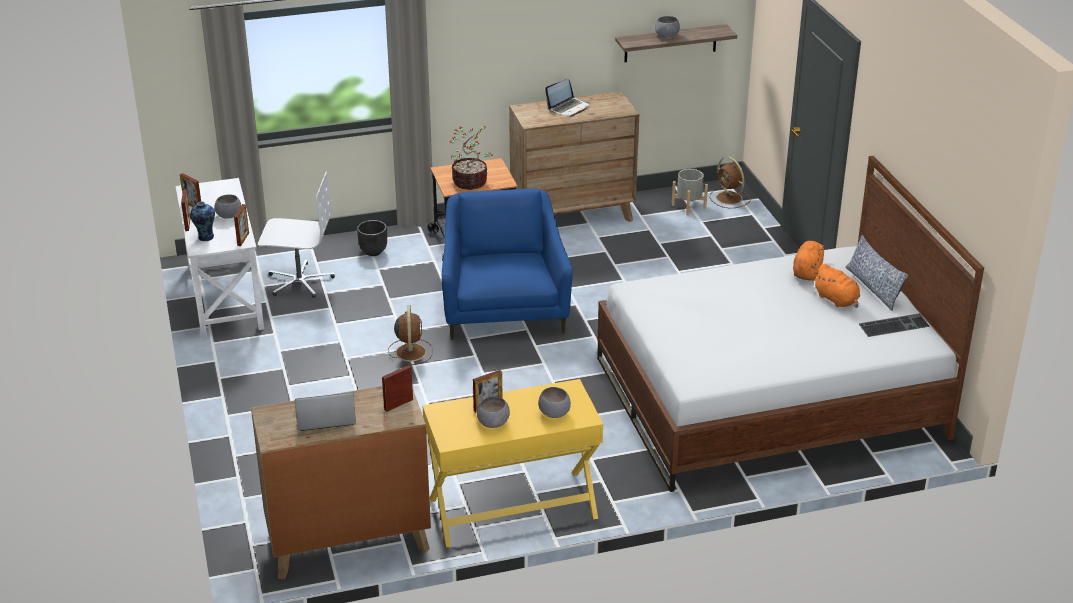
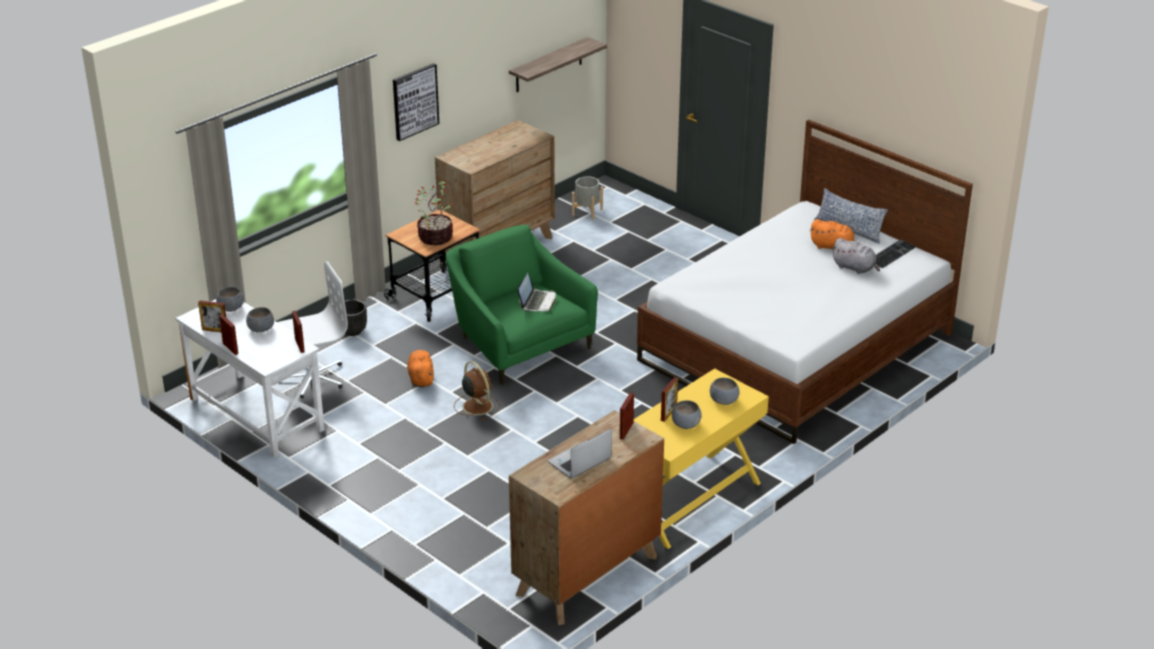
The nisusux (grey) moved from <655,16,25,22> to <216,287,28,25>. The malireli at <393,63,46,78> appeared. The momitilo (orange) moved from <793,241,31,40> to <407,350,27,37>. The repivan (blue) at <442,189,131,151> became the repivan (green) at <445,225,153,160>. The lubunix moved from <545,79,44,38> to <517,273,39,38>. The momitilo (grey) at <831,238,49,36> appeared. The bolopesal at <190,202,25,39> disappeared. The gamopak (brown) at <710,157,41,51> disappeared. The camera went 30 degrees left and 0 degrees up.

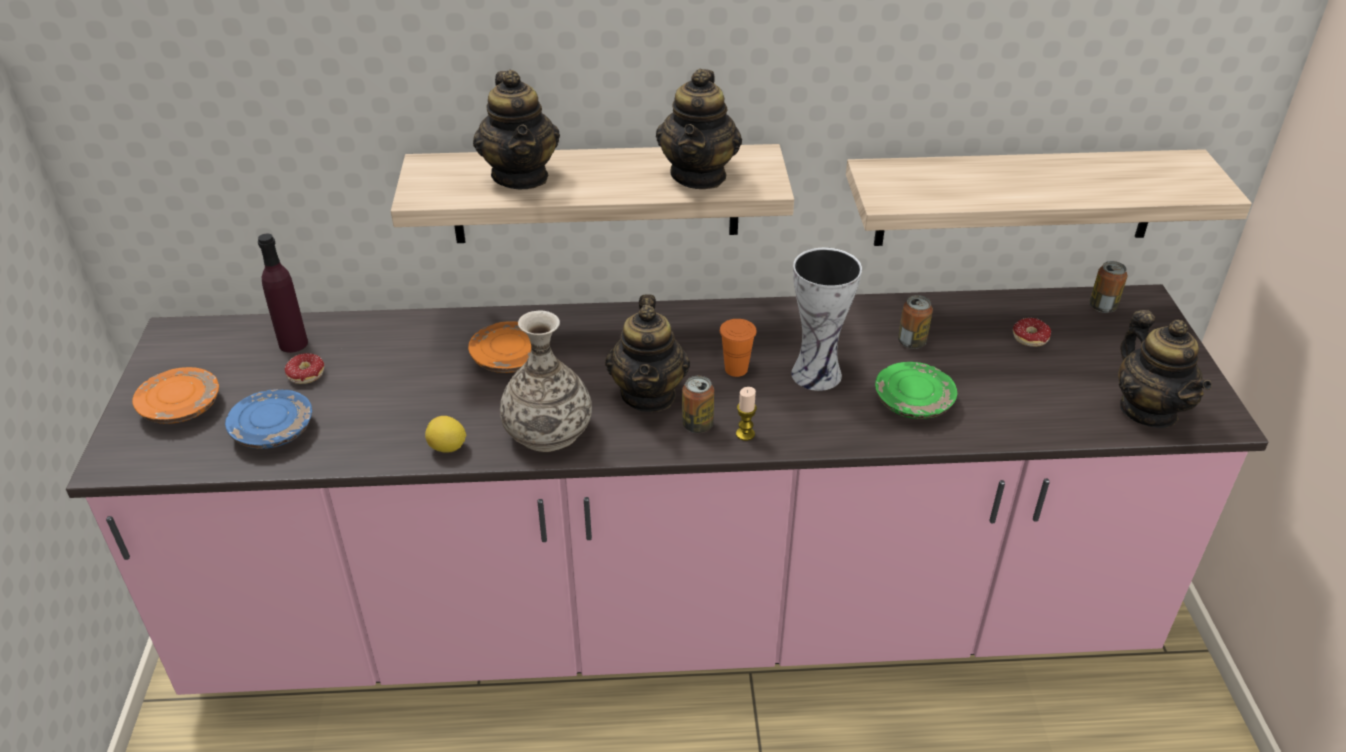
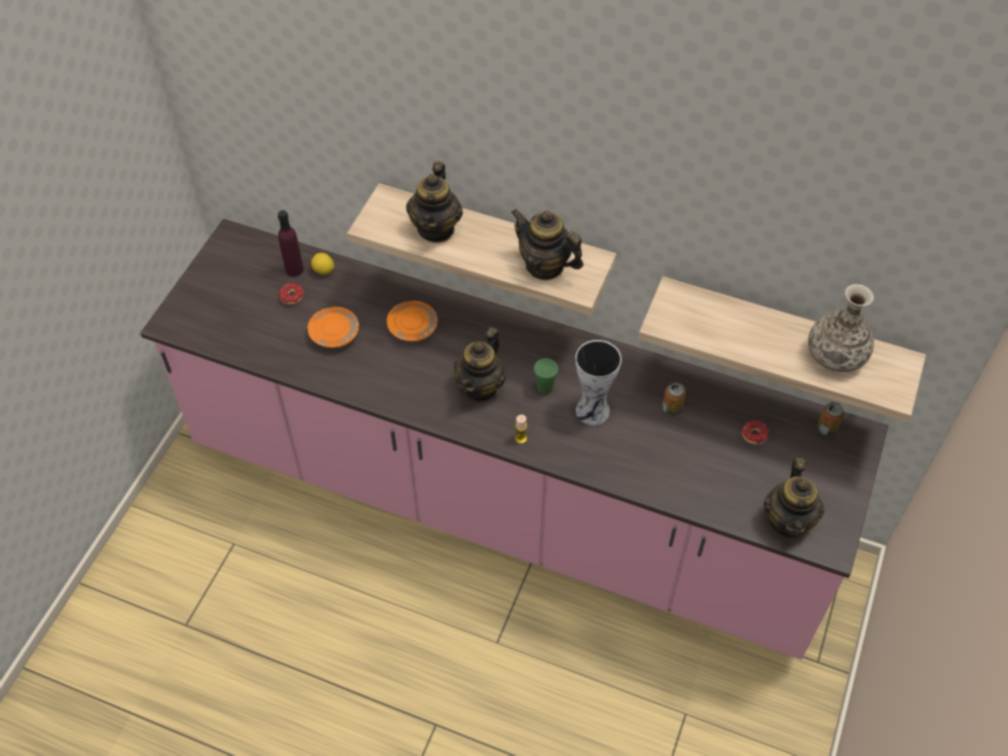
The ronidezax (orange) moved from <132,367,87,57> to <308,307,51,42>. The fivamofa moved from <425,416,41,37> to <311,253,23,22>. The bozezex at <656,69,86,120> turned 90 degrees clockwise. The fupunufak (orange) at <720,319,37,58> became the fupunufak (green) at <534,358,25,36>. The bolopesal moved from <500,311,92,141> to <808,284,66,88>. The ronidezax (blue) at <225,389,87,60> disappeared. The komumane at <682,376,32,57> disappeared. The ronidezax (green) at <875,362,82,57> disappeared. The camera went 25 degrees right and 15 degrees up.

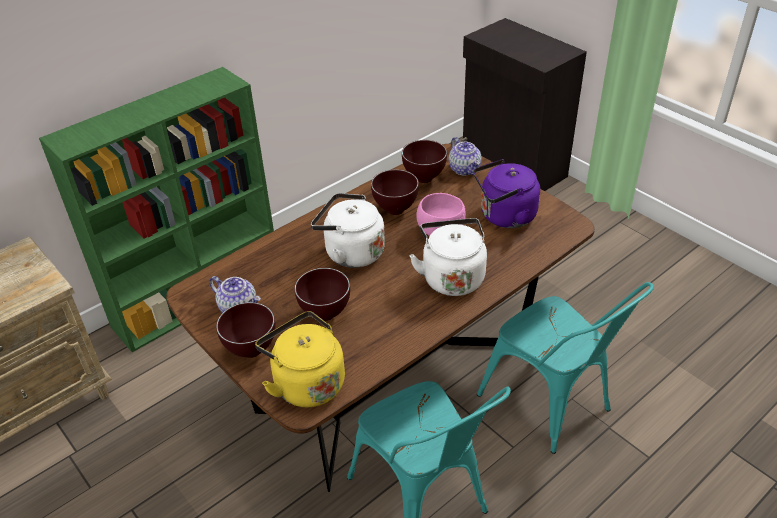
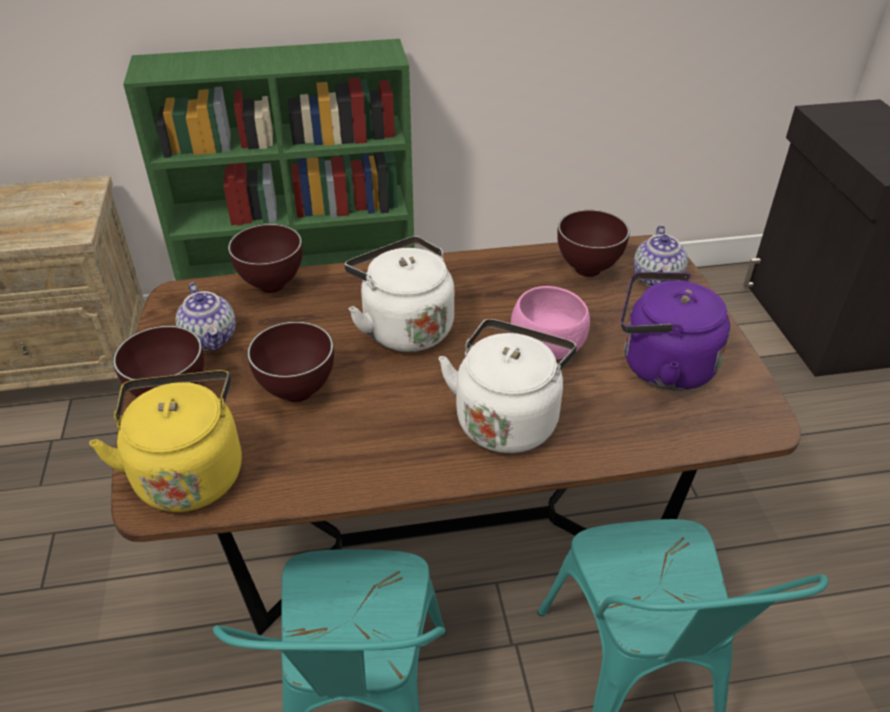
The nisusux (brown) moved from <371,169,48,46> to <228,224,75,69>. The camera went 30 degrees right and 0 degrees up.

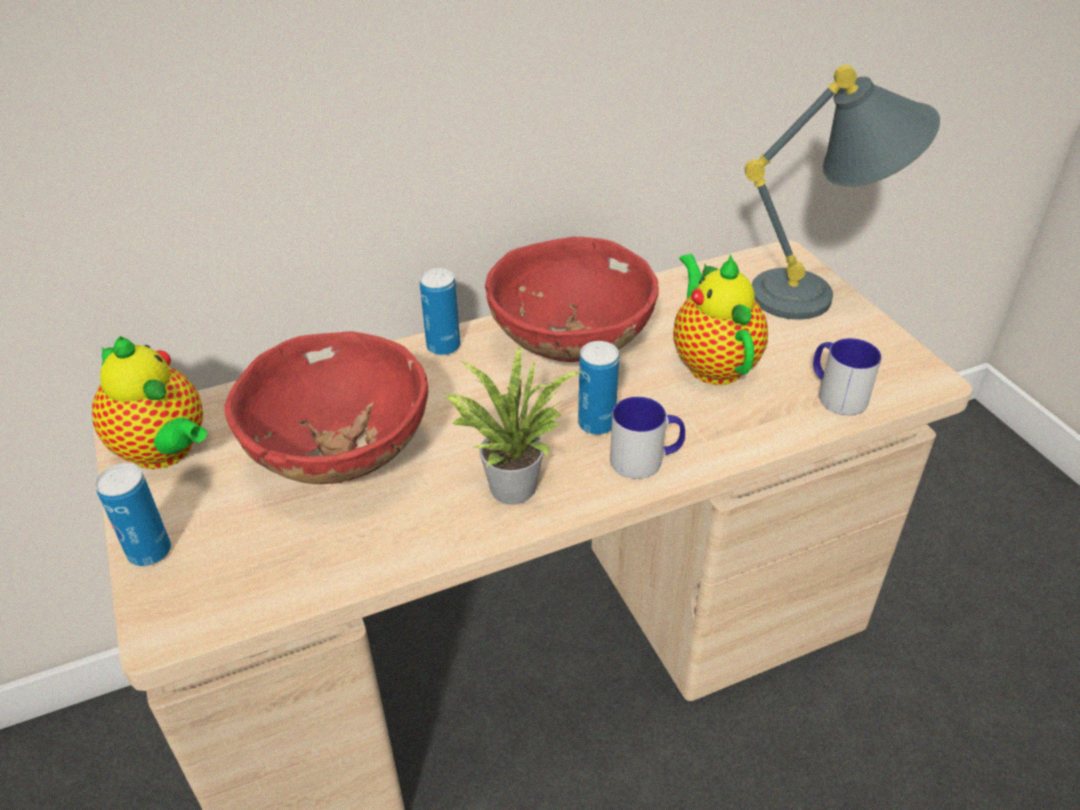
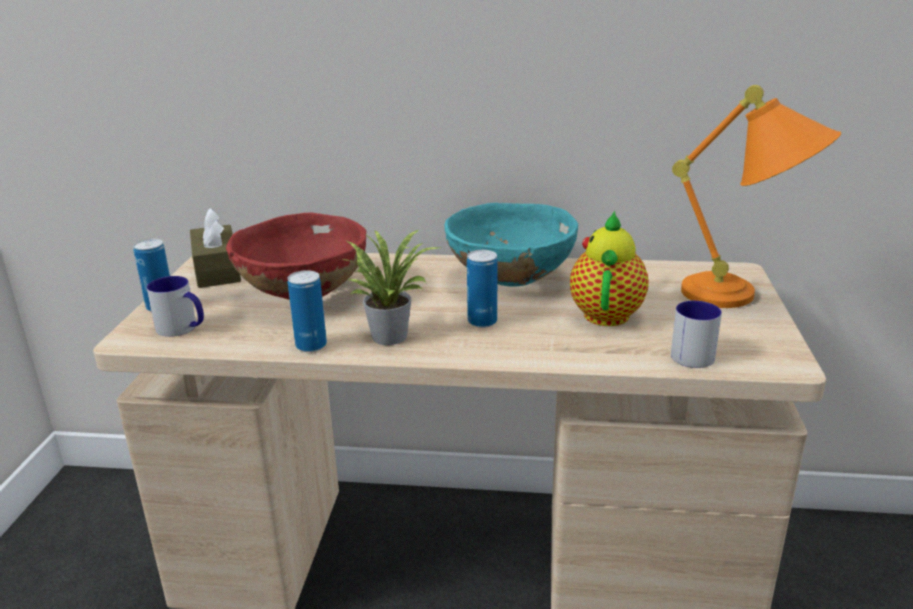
The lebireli moved from <610,397,75,82> to <147,276,57,61>. The bozezex at <92,336,115,133> was replaced by the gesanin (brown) at <190,208,51,80>. The komumane moved from <420,268,40,87> to <288,270,39,82>. The nisusux (red) at <485,237,174,125> became the nisusux (turquoise) at <445,203,133,84>. The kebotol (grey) at <744,65,196,255> became the kebotol (orange) at <672,85,169,223>. The camera went 30 degrees right and 15 degrees down.

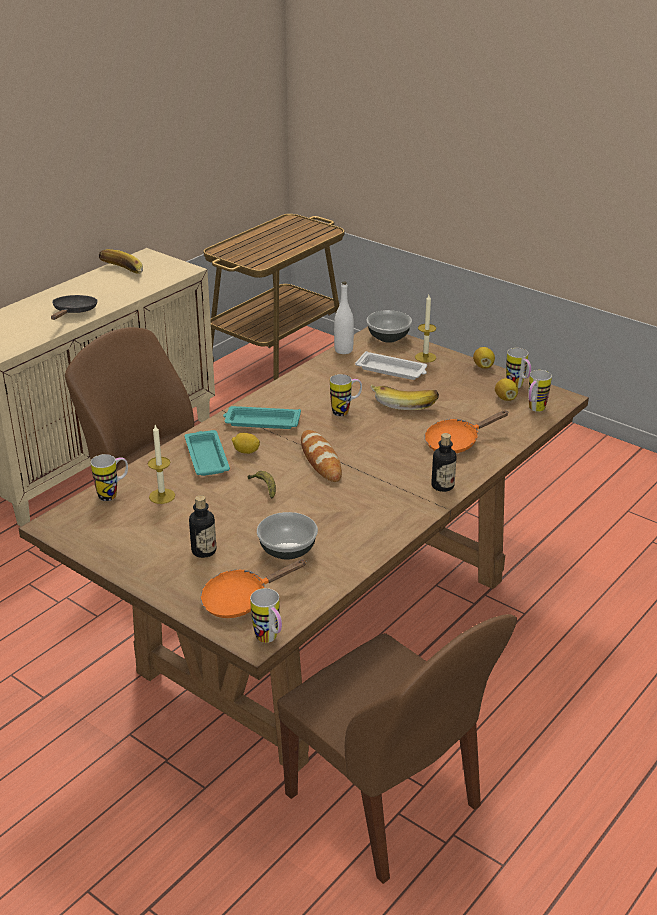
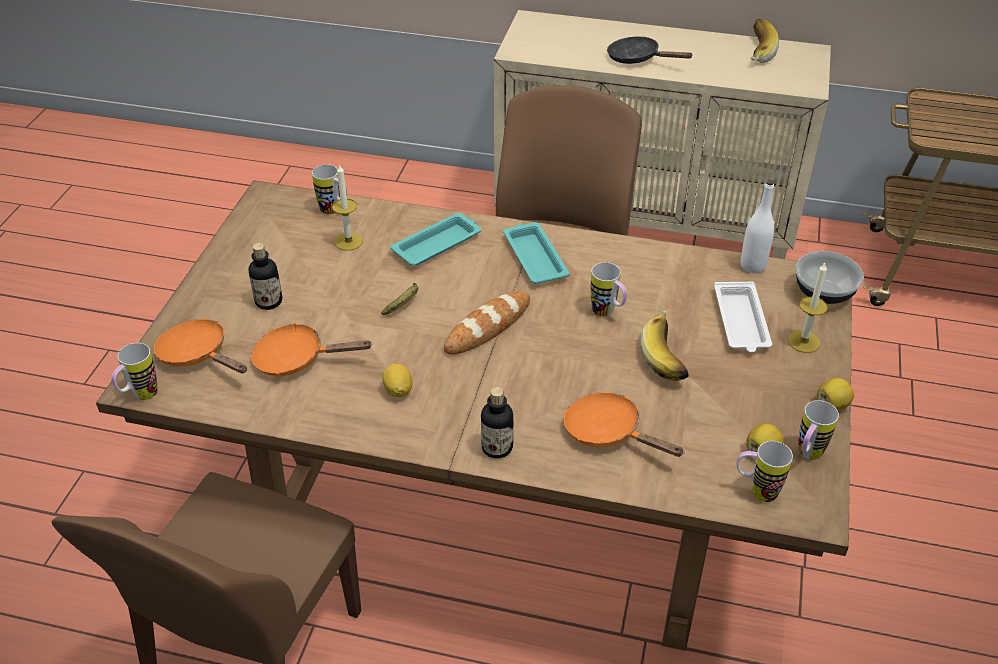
The nisusux at <257,512,61,47> was replaced by the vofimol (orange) at <251,323,122,54>. The fivamofa moved from <231,433,29,21> to <382,363,30,34>. The vofimol (black) at <51,295,47,25> turned 135 degrees counterclockwise. The camera went 65 degrees right and 10 degrees up.

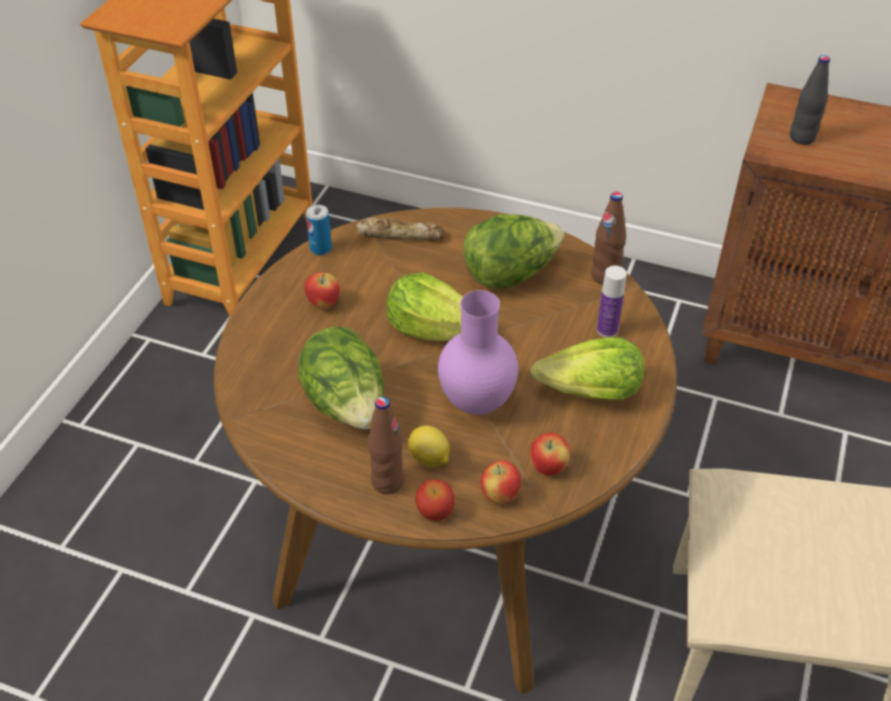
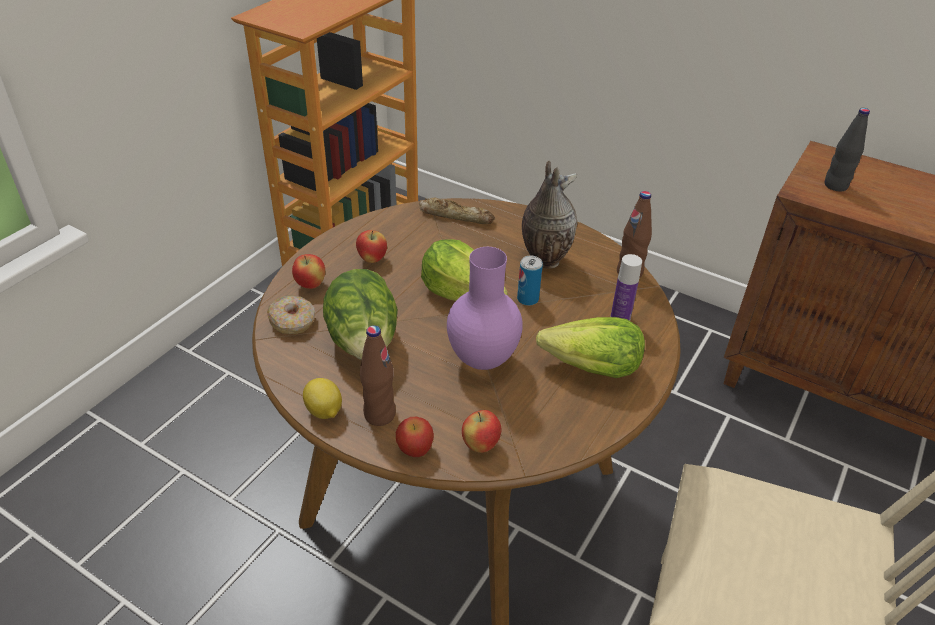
The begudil at <267,296,48,38> appeared. The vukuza moved from <530,433,40,42> to <292,254,33,35>. The fivamofa moved from <408,426,42,41> to <303,378,39,41>. The komumane moved from <306,205,26,50> to <517,256,26,50>. The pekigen at <463,214,101,75> was replaced by the bolopesal at <522,161,56,108>. The camera went 10 degrees right and 5 degrees down.

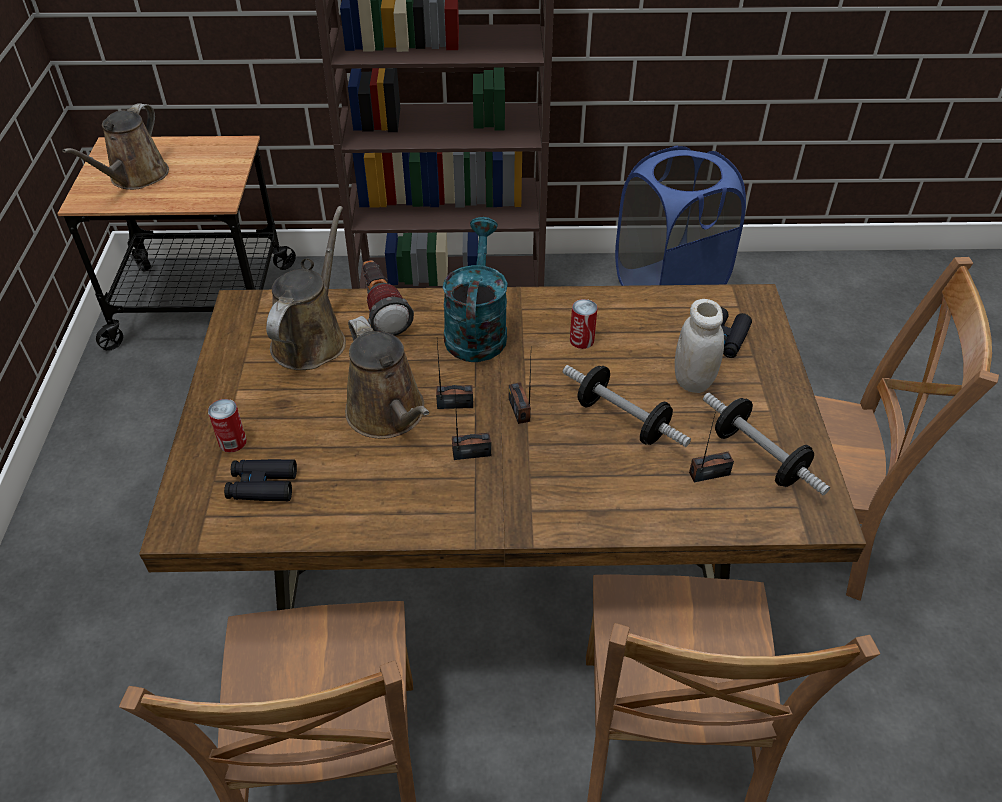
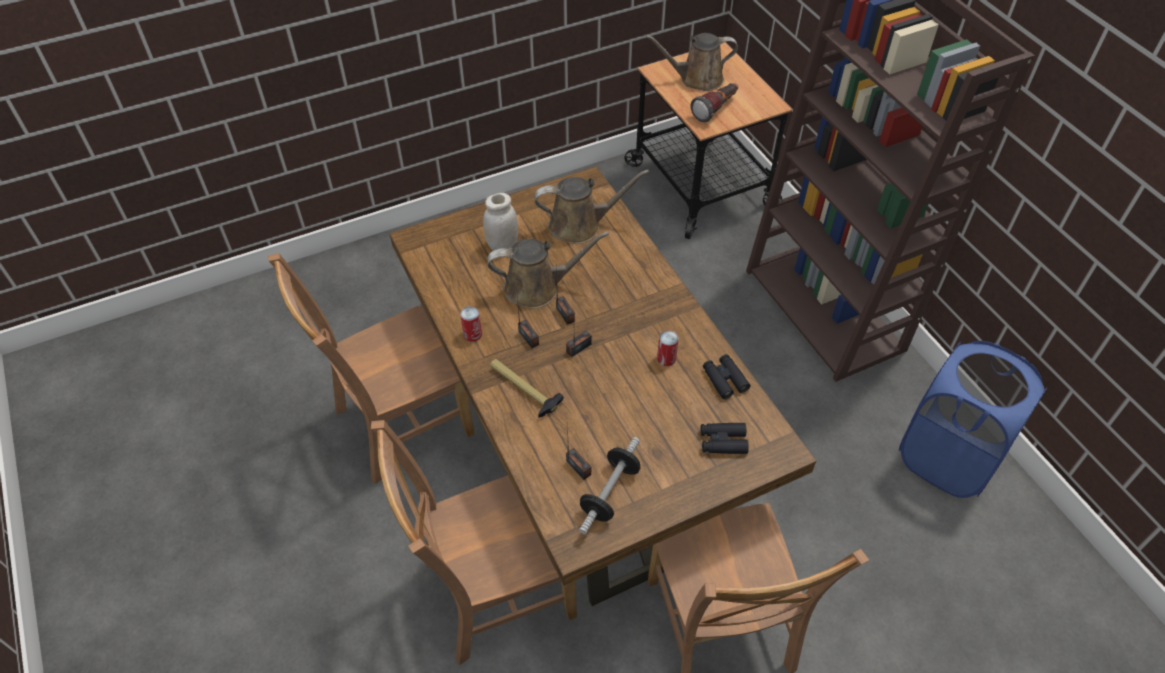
The komumane moved from <208,399,39,54> to <460,306,22,36>. The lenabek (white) moved from <675,299,49,94> to <483,193,35,58>. The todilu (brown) at <345,316,84,123> turned 135 degrees counterclockwise. The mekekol at <490,359,74,59> appeared. The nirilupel moved from <363,260,51,76> to <691,83,48,39>. The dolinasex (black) moved from <224,459,73,42> to <703,354,47,45>. The todilu (turquoise) at <443,217,65,145> disappeared. The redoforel at <563,365,128,82> disappeared. The camera went 65 degrees right and 5 degrees up.

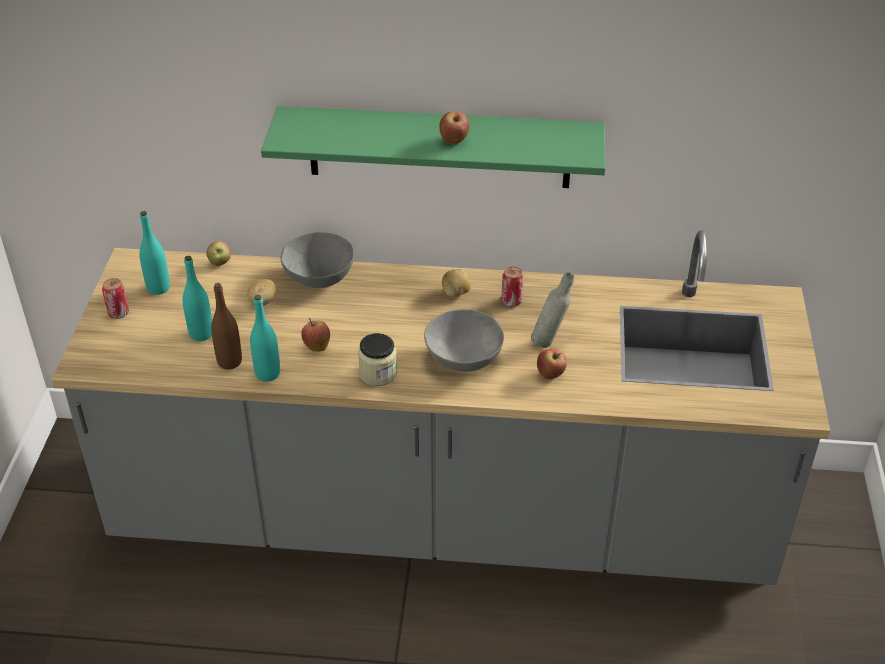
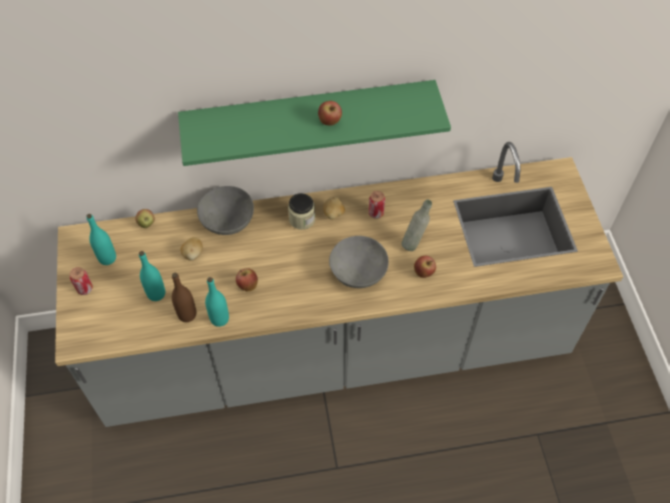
The lenabek moved from <358,333,39,53> to <288,193,27,37>. The camera went 15 degrees left and 15 degrees up.

